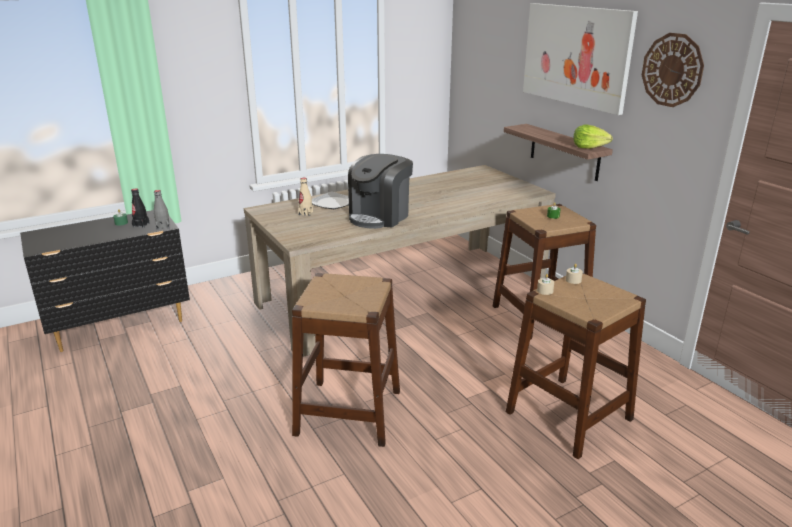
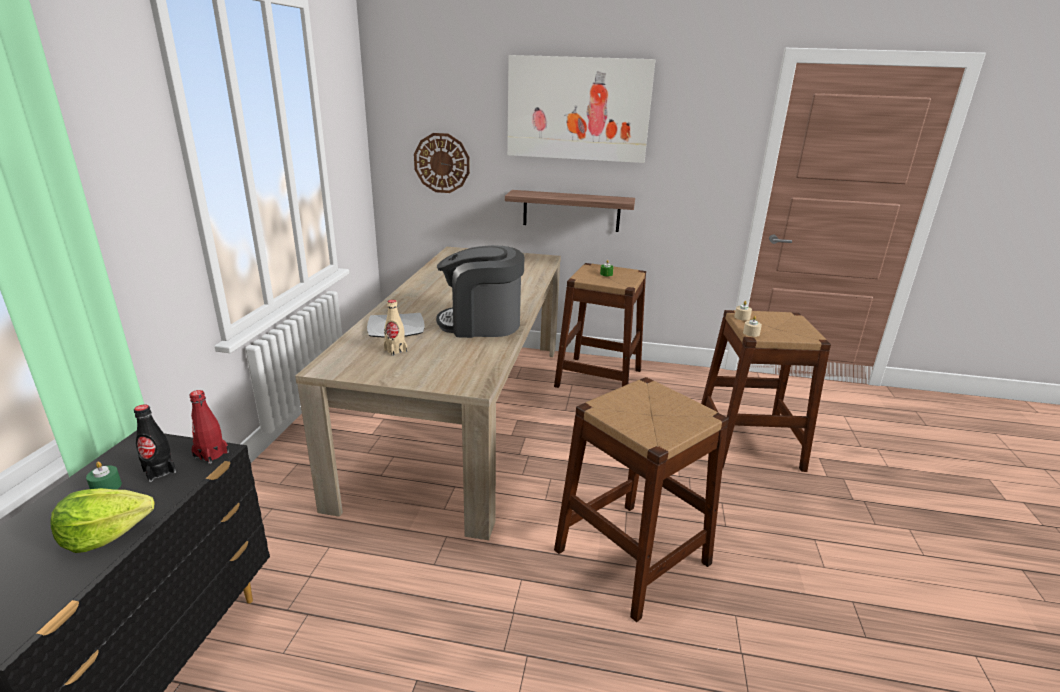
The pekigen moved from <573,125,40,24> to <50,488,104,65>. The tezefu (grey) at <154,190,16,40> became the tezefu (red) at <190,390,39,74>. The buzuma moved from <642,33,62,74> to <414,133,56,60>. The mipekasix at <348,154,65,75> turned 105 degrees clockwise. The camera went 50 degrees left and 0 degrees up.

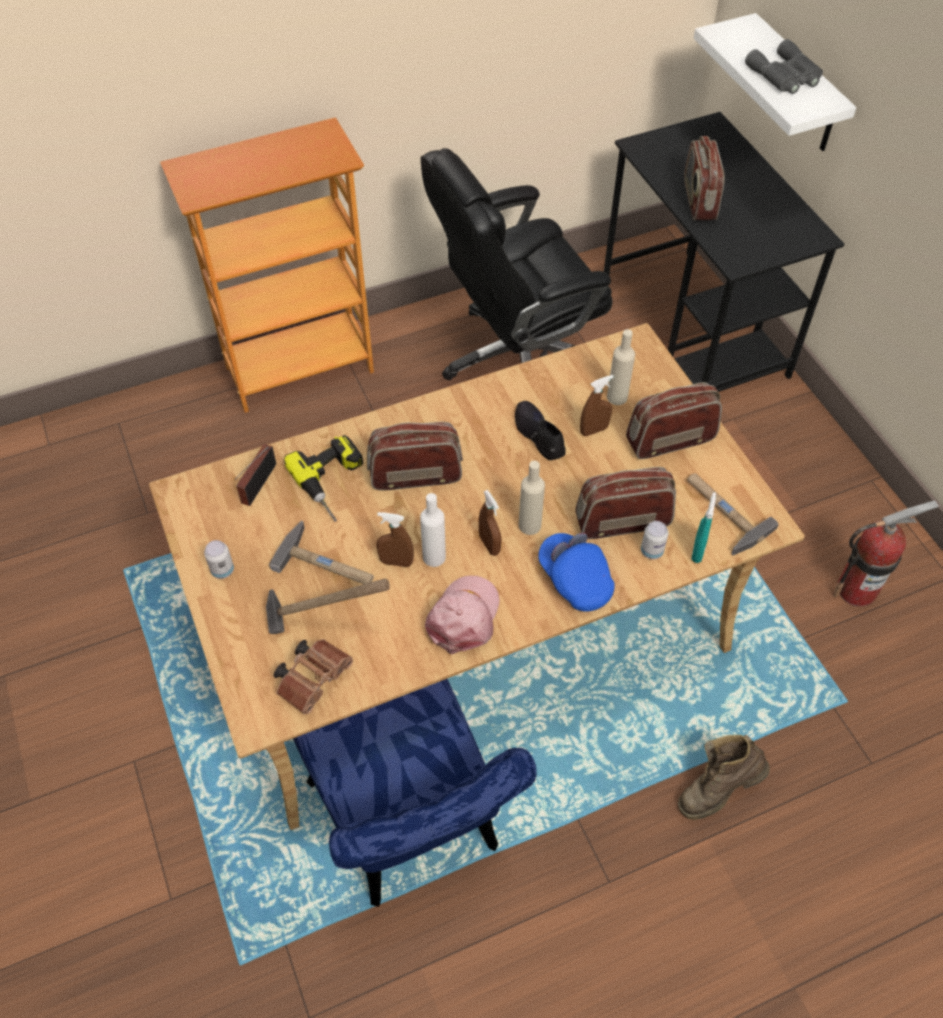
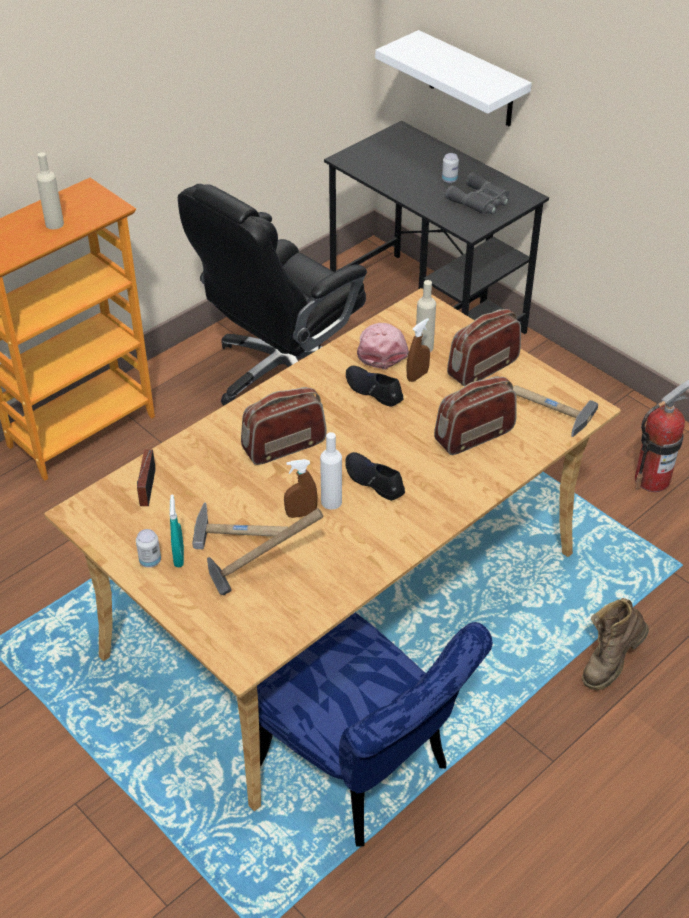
The tezefu (beige) moved from <519,461,26,74> to <37,152,27,77>. The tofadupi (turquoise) moved from <691,492,25,71> to <170,495,14,72>. The tofadupi (brown) at <479,490,22,66> was replaced by the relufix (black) at <345,452,60,48>. The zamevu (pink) moved from <425,576,74,78> to <357,323,52,47>. The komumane moved from <641,521,28,38> to <442,153,17,30>. The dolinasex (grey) moved from <745,39,78,55> to <445,172,64,42>. The dolinasex (brown) at <274,639,79,76> disappeared. The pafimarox at <284,435,79,87> disappeared. The zamevu (blue) at <538,533,77,79> disappeared. The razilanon at <684,136,41,84> disappeared. The camera went 20 degrees left and 10 degrees down.

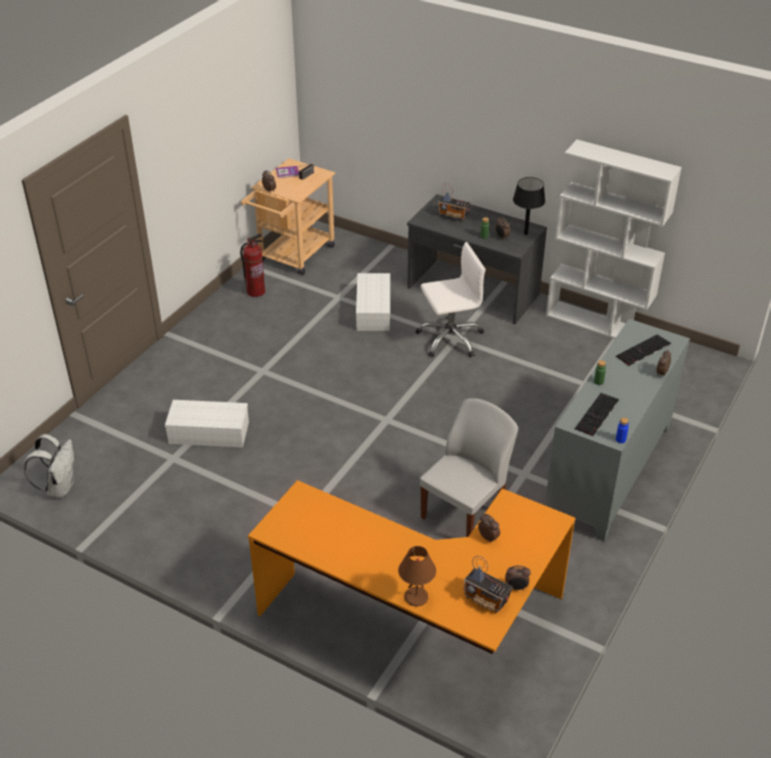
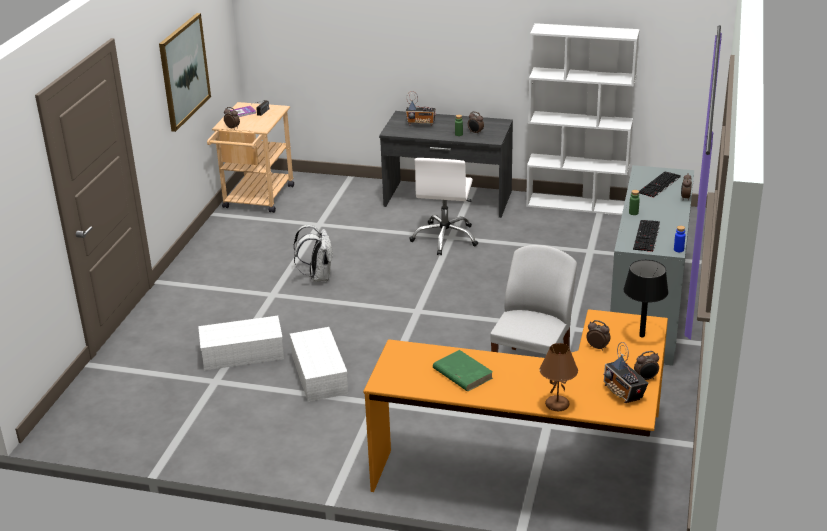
The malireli at <159,13,52,119> appeared. The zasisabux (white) moved from <356,273,34,58> to <290,327,58,75>. The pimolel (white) moved from <24,434,50,64> to <293,225,41,57>. The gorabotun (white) at <415,242,71,115> turned 135 degrees clockwise. The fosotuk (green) at <433,350,60,41> appeared. The razilanon at <464,556,49,57> turned 45 degrees clockwise. The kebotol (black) moved from <513,177,32,58> to <624,260,44,78>. The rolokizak at <240,233,25,64> disappeared. The camera went 15 degrees left and 10 degrees down.

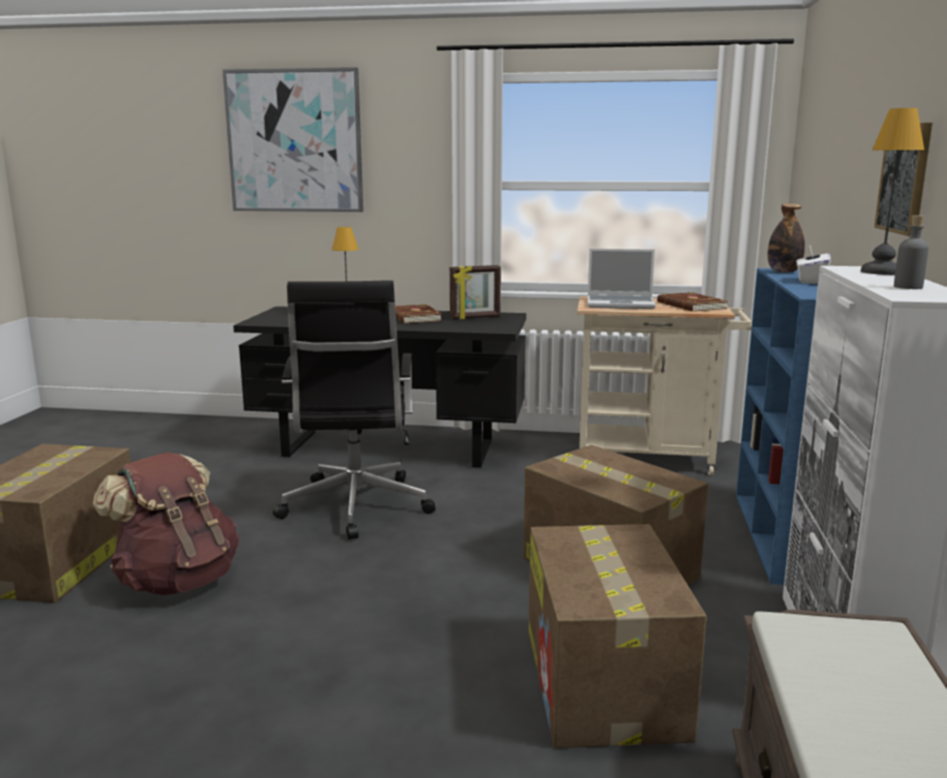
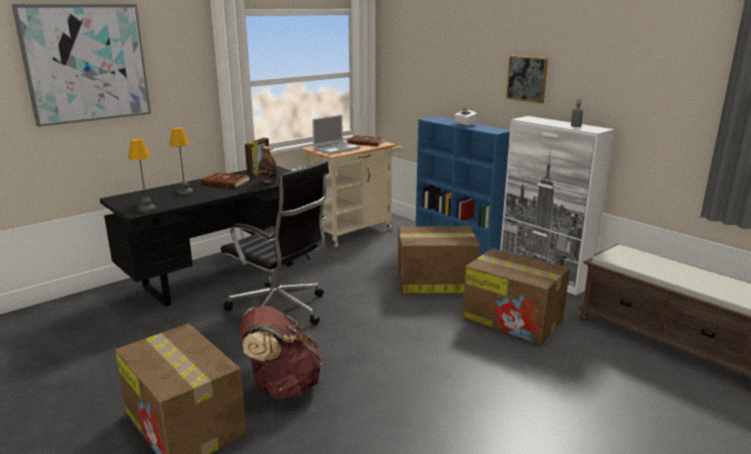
The kebotol moved from <861,108,63,167> to <128,139,28,73>. The tezefu moved from <768,203,37,70> to <258,146,19,37>. The camera went 50 degrees left and 5 degrees up.

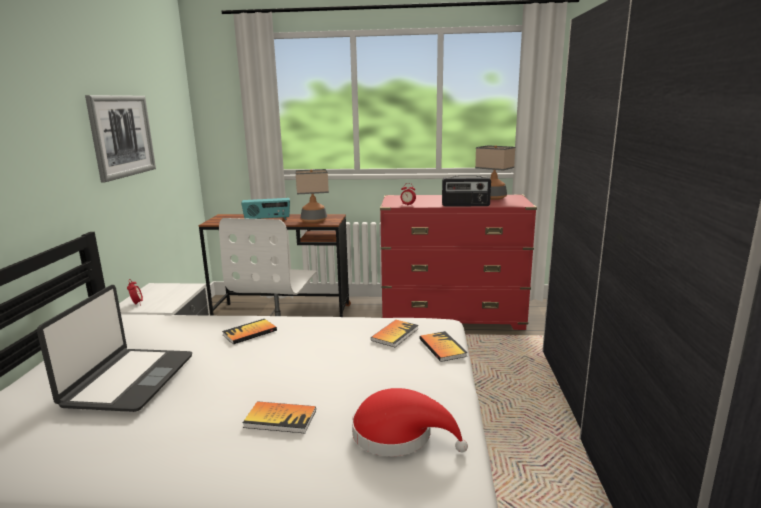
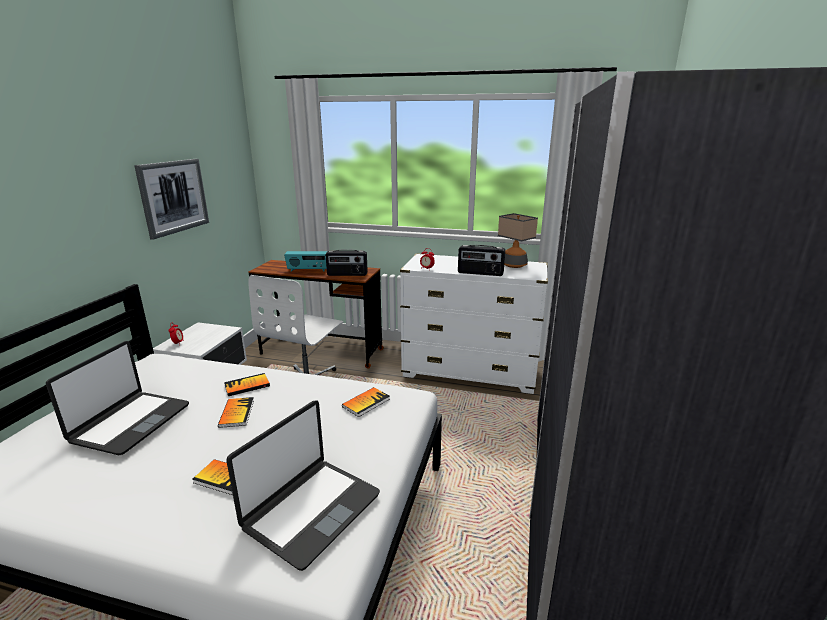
The fosotuk moved from <419,331,49,31> to <218,397,36,31>. The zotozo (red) at <352,388,116,68> was replaced by the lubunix at <226,400,154,171>. The kebotol at <295,169,34,54> was replaced by the razilanon at <326,250,42,26>. The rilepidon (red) at <380,194,157,136> became the rilepidon (white) at <400,253,148,141>. The camera went 10 degrees right and 5 degrees up.

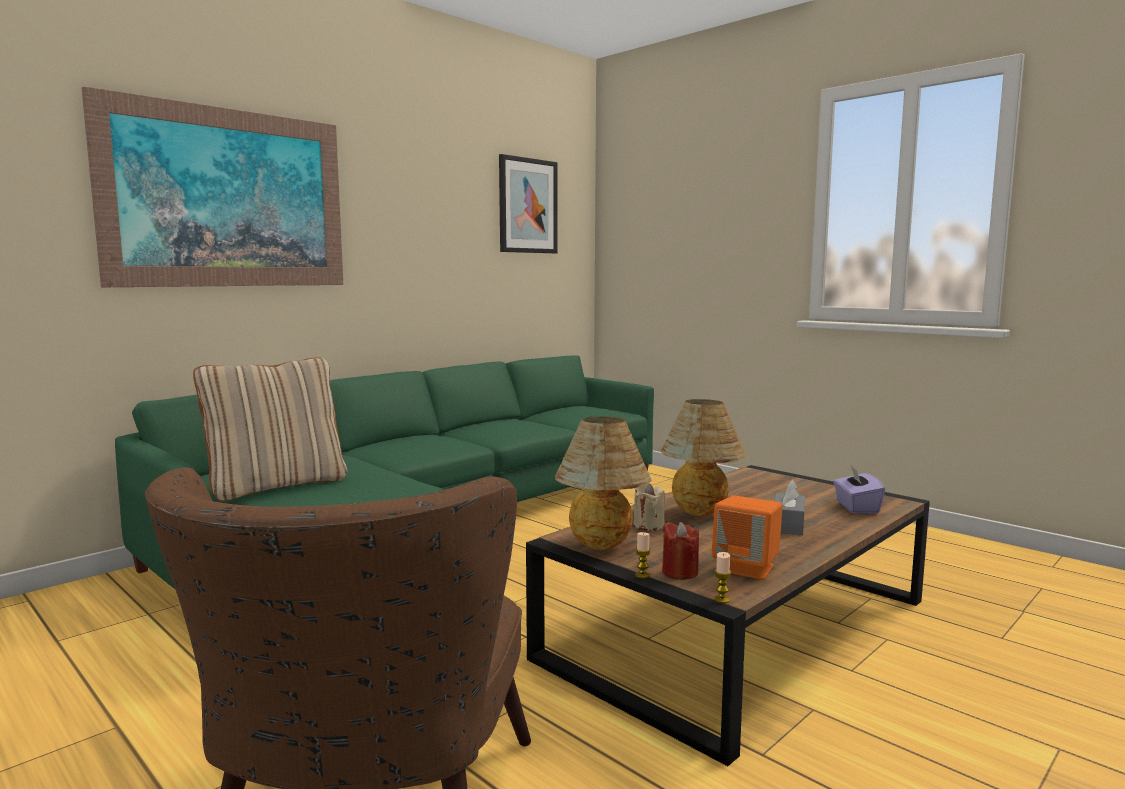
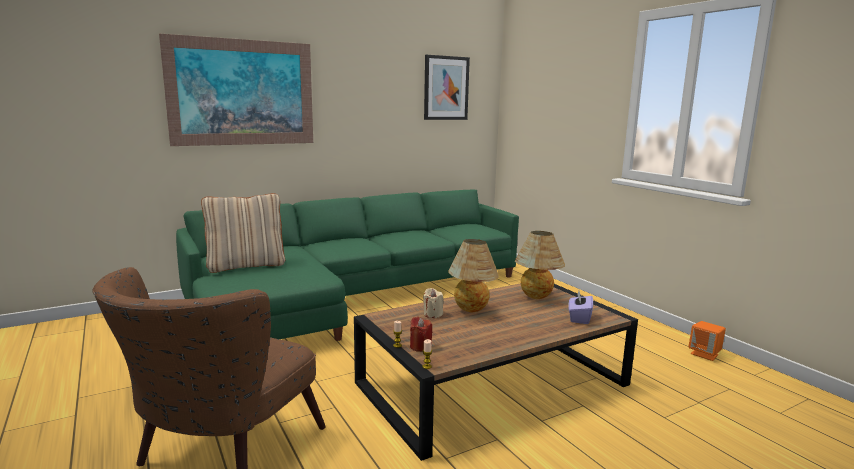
The kebotol moved from <555,416,97,134> to <515,231,50,68>. The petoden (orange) moved from <712,495,70,85> to <688,321,38,40>. The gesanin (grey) at <774,480,31,55> disappeared. The camera went 15 degrees right and 5 degrees up.

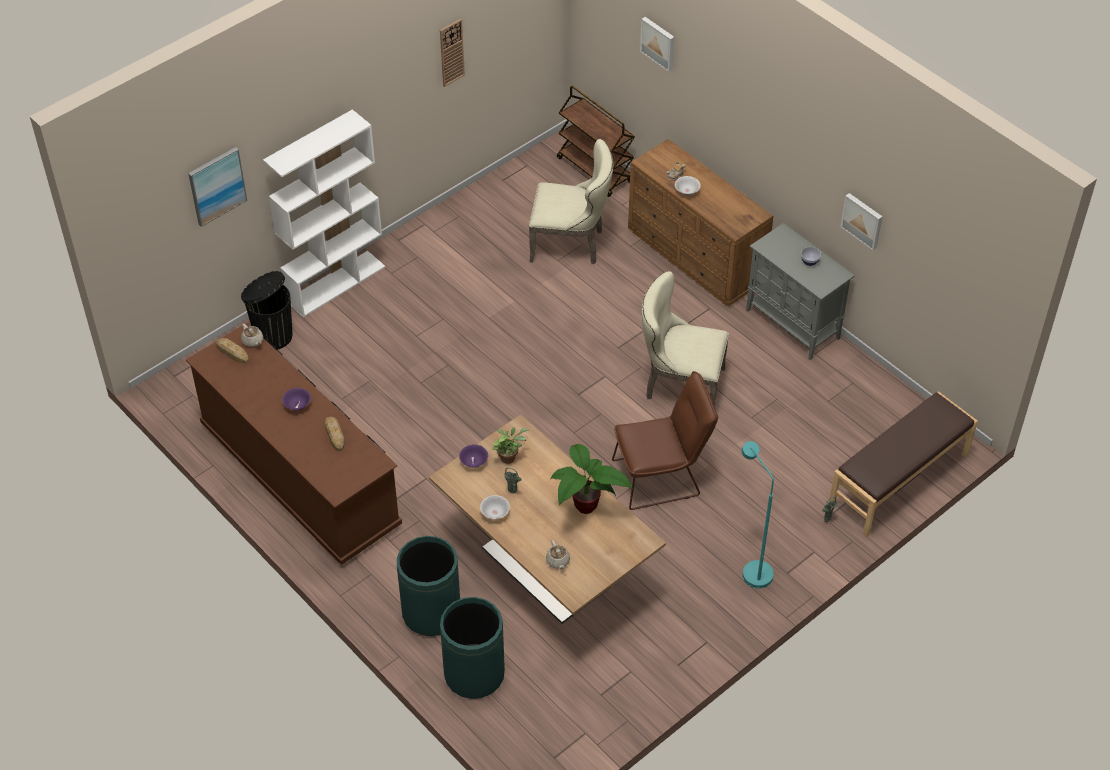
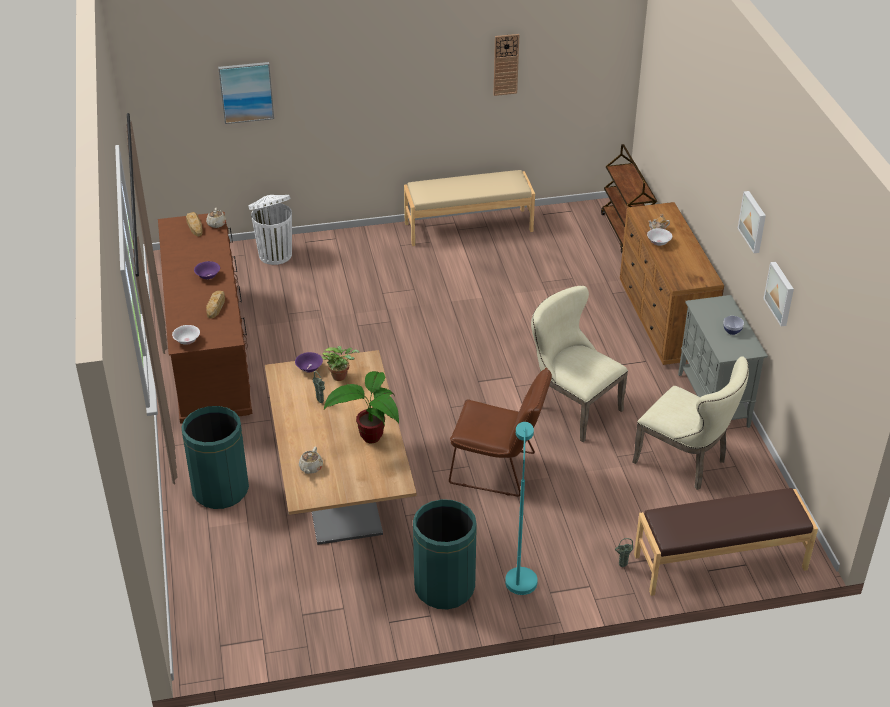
The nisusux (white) moved from <480,495,30,24> to <172,325,28,20>. The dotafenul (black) at <241,271,51,79> became the dotafenul (white) at <248,195,44,70>. The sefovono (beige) at <404,170,131,76> appeared. The dotafenul (green) moved from <440,597,65,102> to <413,499,64,110>. The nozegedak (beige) moved from <529,139,84,125> to <632,356,117,134>. The malireli moved from <640,17,34,55> to <738,191,28,62>. The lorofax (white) at <263,109,122,208> disappeared. The camera went 30 degrees right and 10 degrees down.

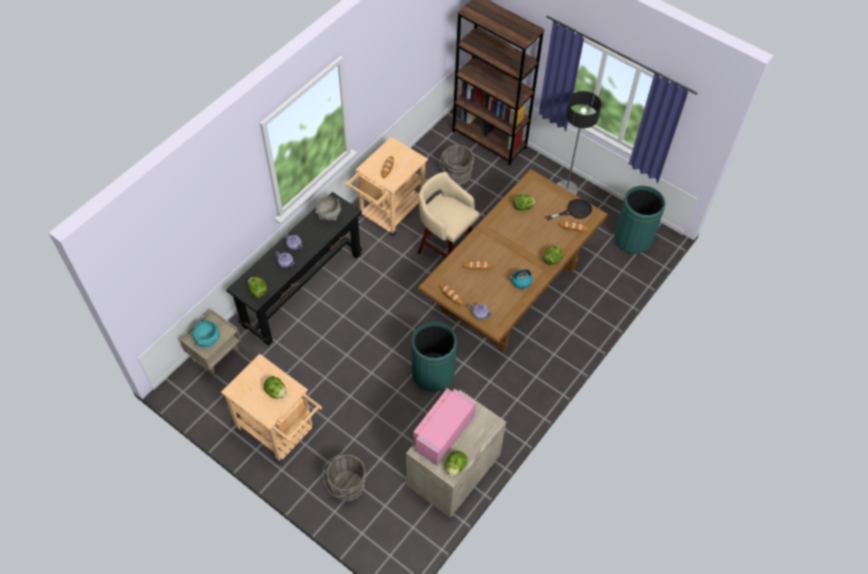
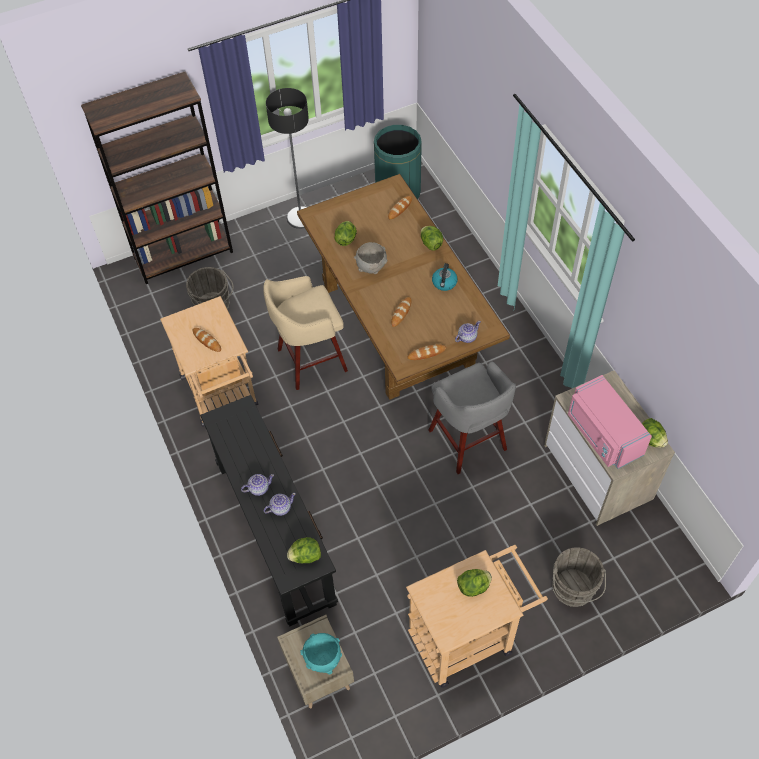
The nisusux (grey) moved from <315,196,26,25> to <354,242,33,32>. The dotafenul (green) at <412,322,45,70> was replaced by the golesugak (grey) at <428,361,88,113>. The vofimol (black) at <546,199,46,21> disappeared. The camera went 60 degrees left and 0 degrees up.

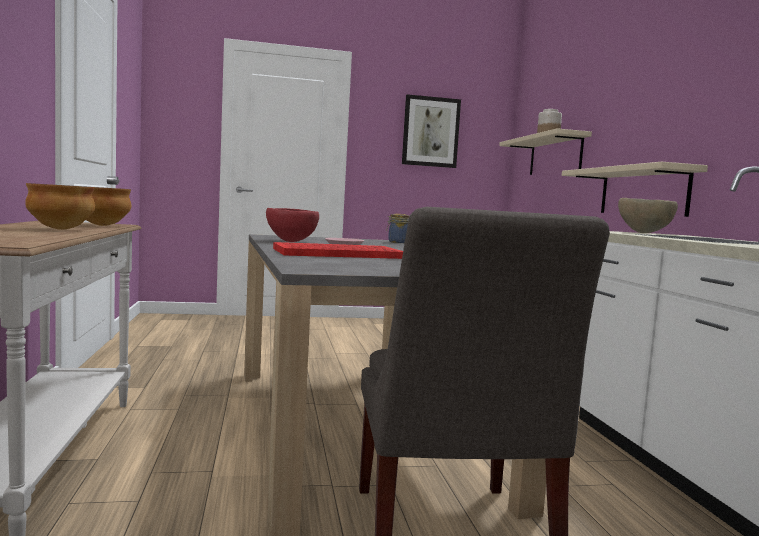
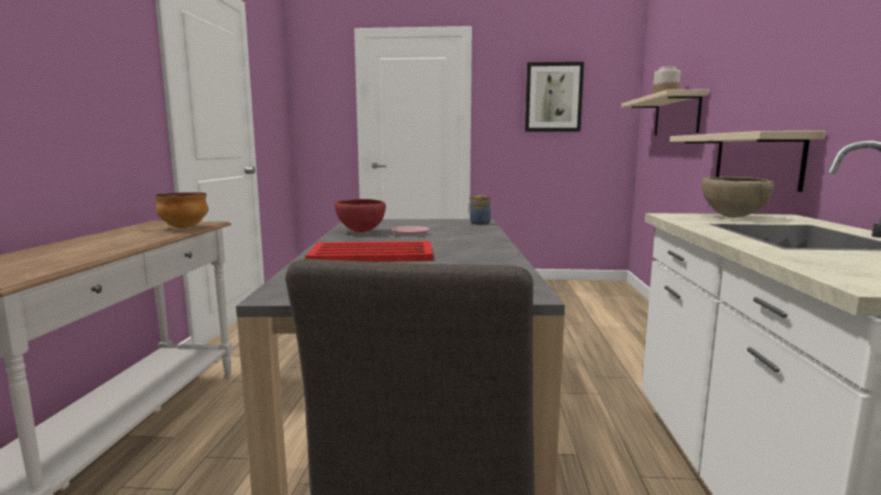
The nisusux at <25,183,70,47> disappeared. The camera went 15 degrees right and 5 degrees up.

